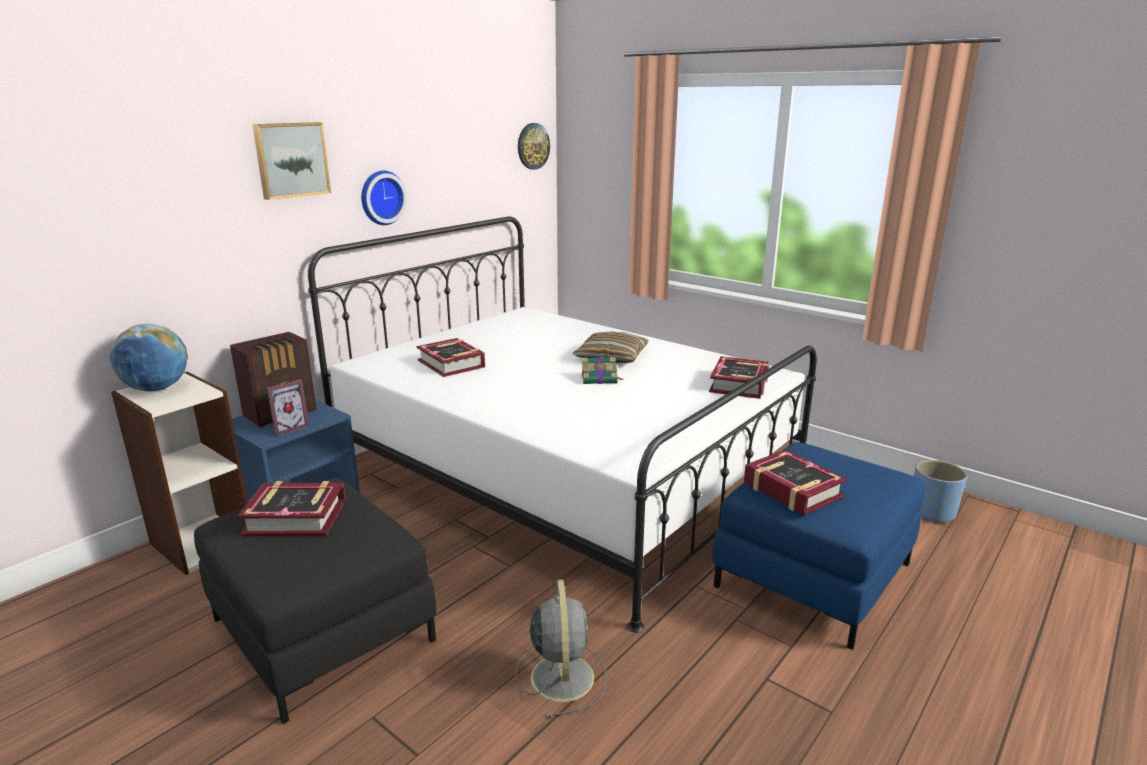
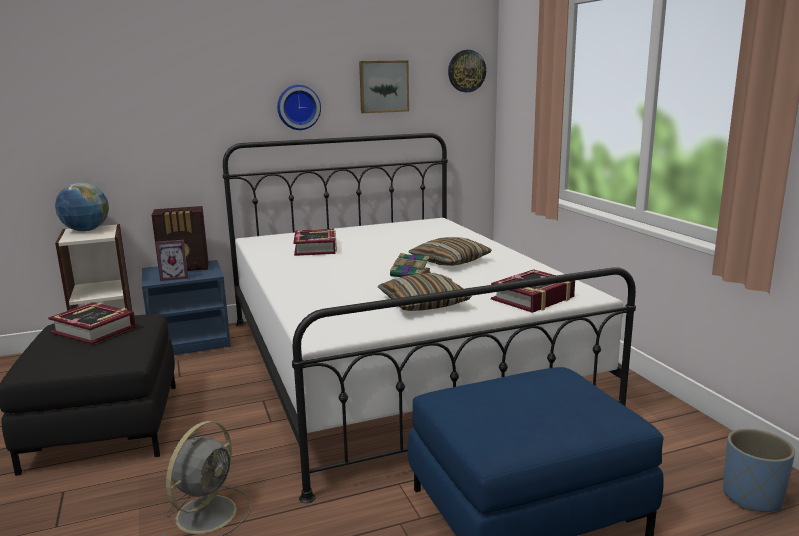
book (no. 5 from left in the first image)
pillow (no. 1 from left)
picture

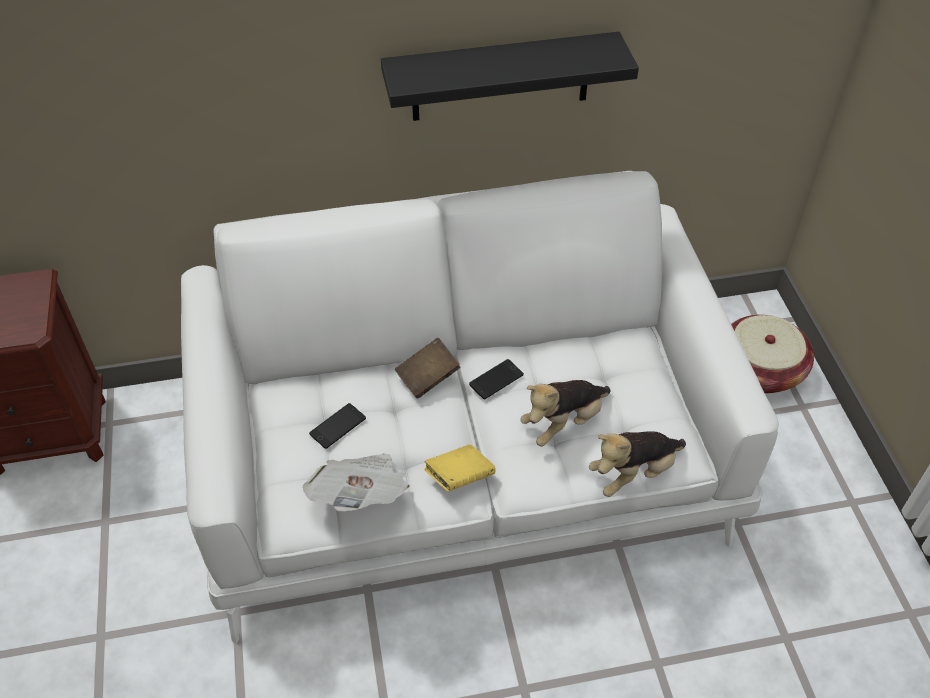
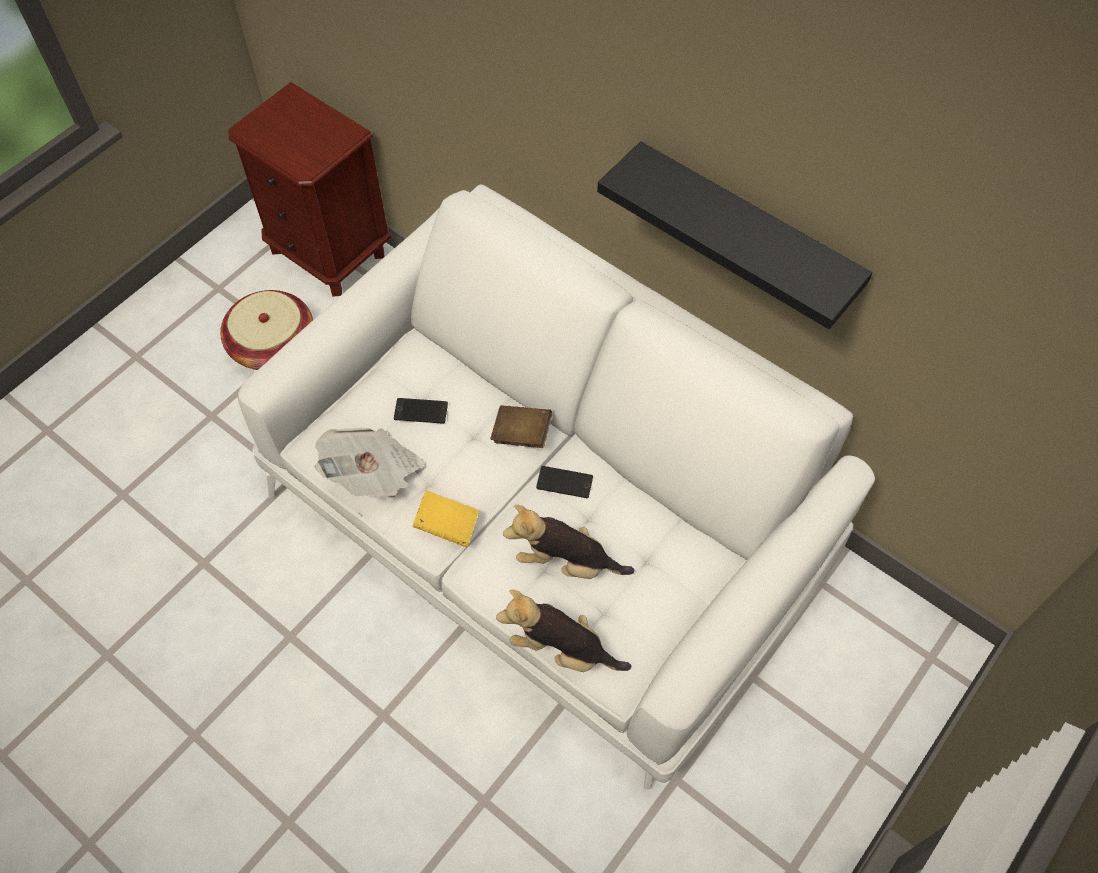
basket

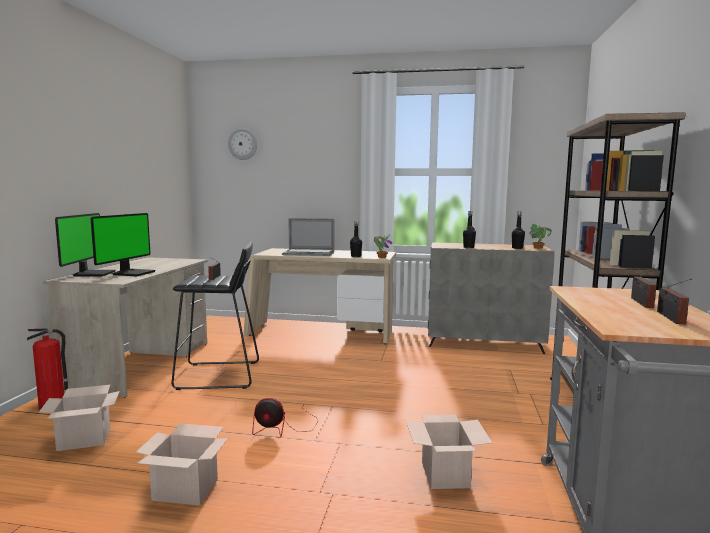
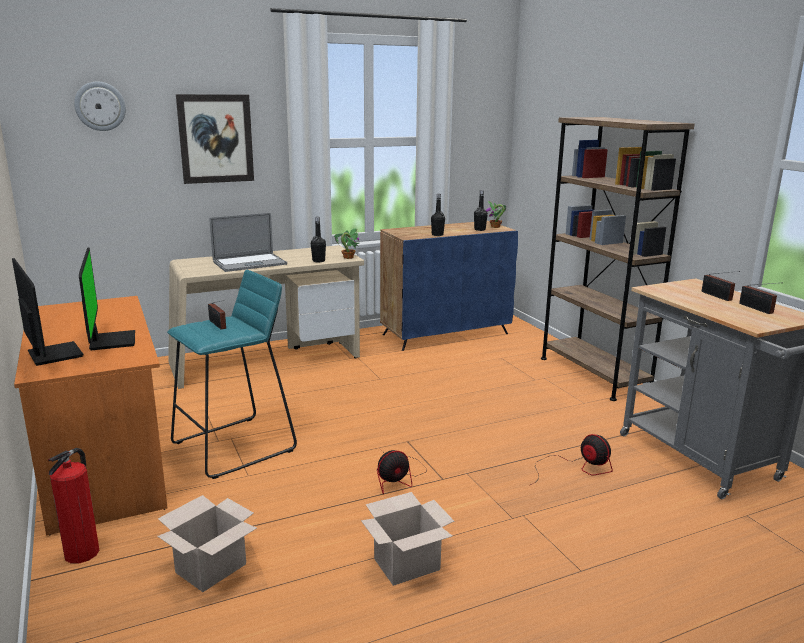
picture
fan (no. 2 from left)
desk (orange)
stool (turquoise)
cabinet (blue)

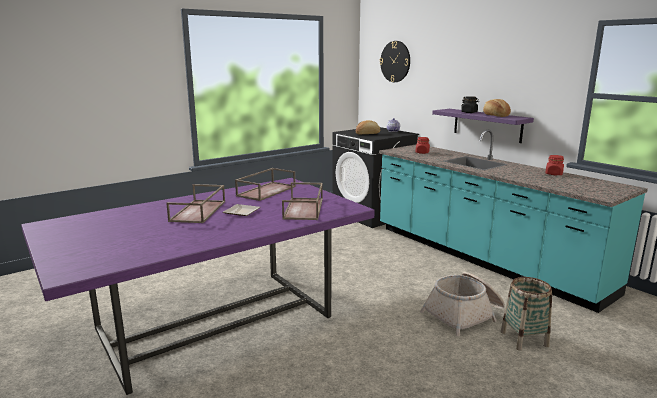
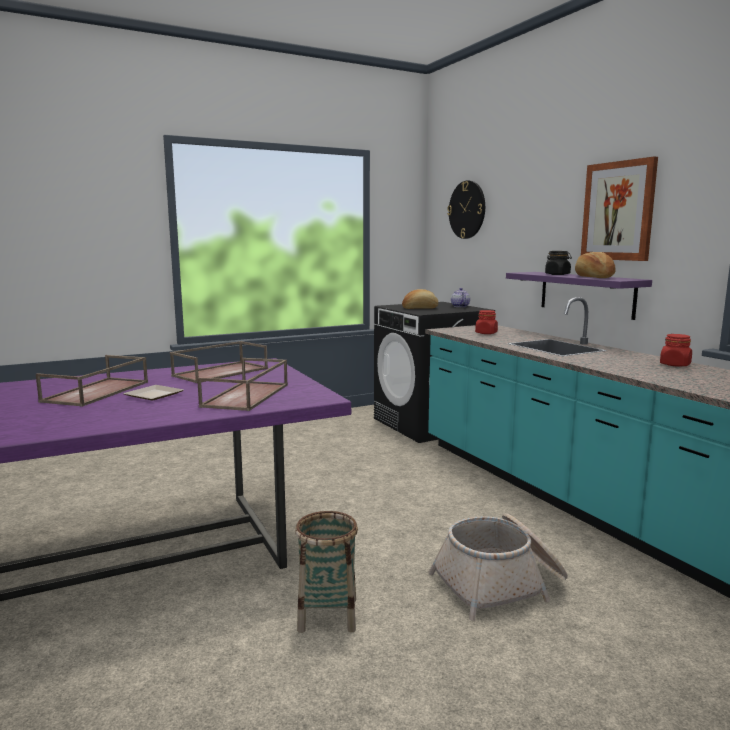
picture
basket (no. 1 from left)

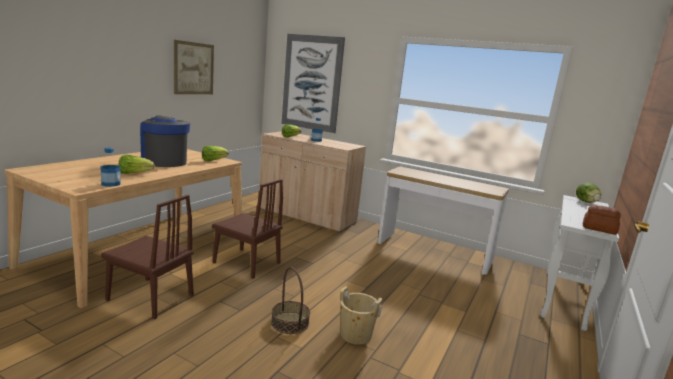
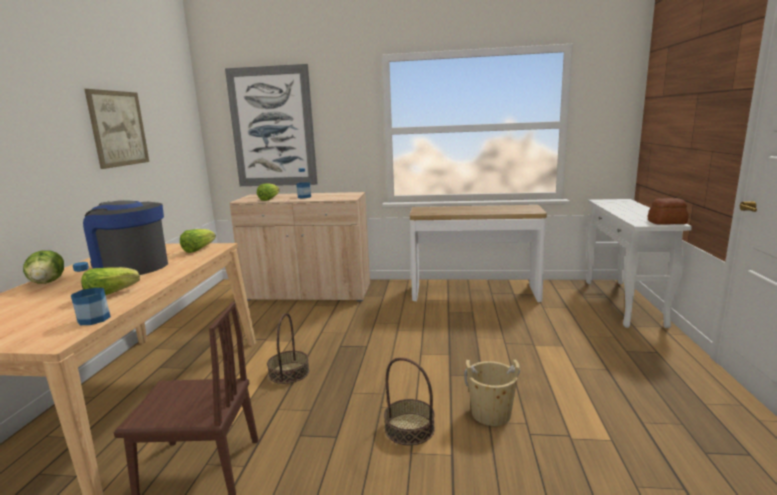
lettuce (no. 1 from left)
basket (no. 1 from left)

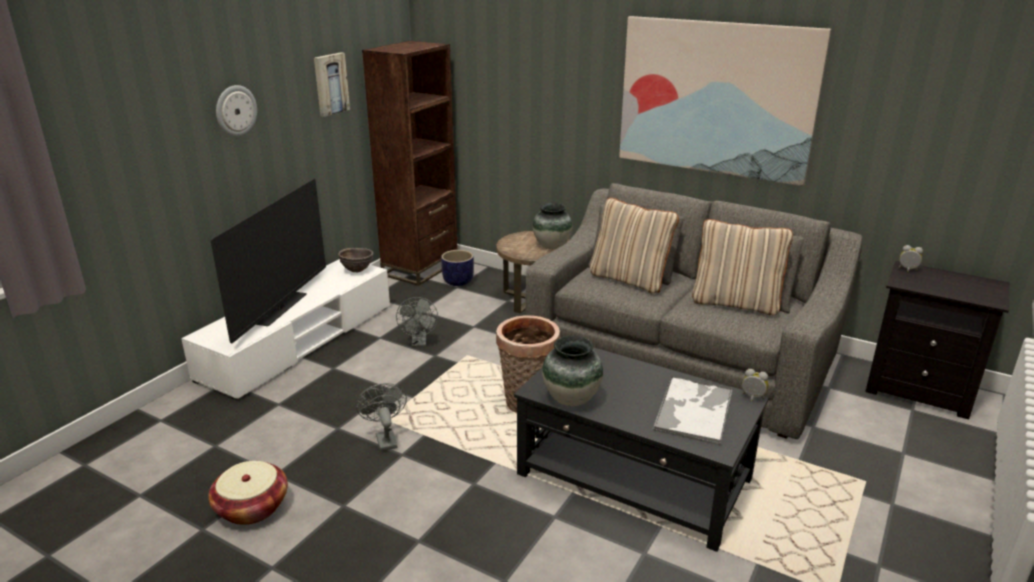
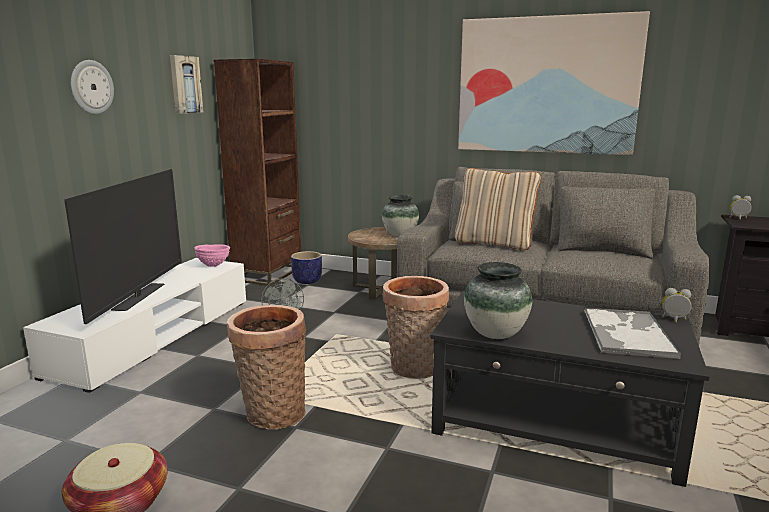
pillow (beige) (no. 2 from left in the first image)
basket (no. 2 from left)
bowl (pink)

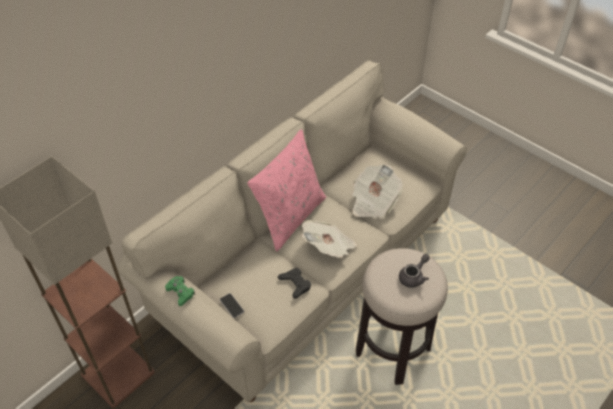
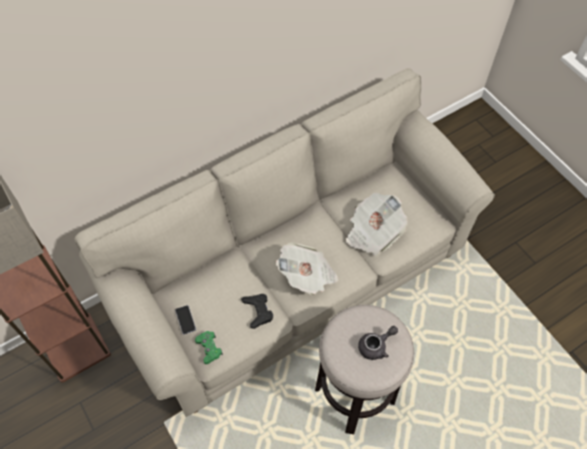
pillow (pink)
game controller (green)

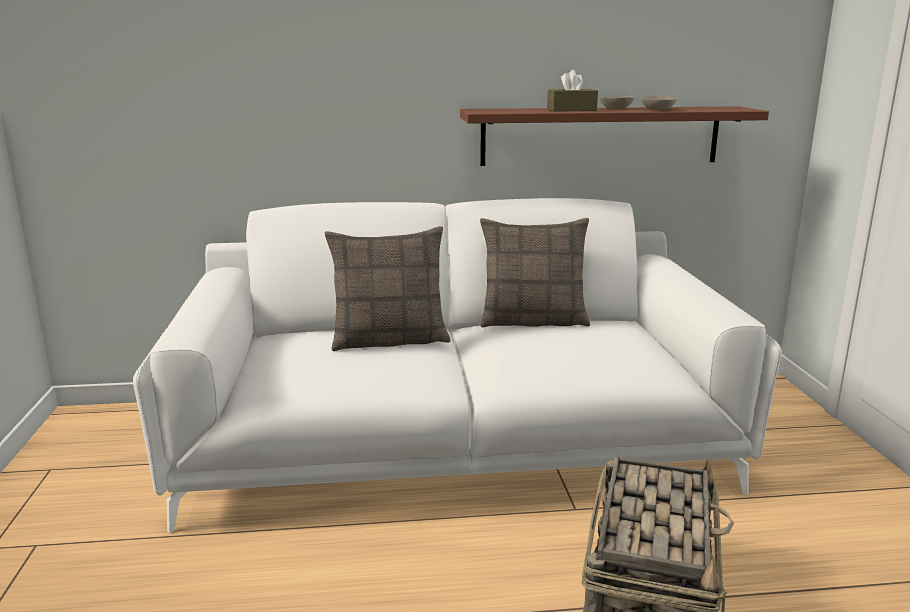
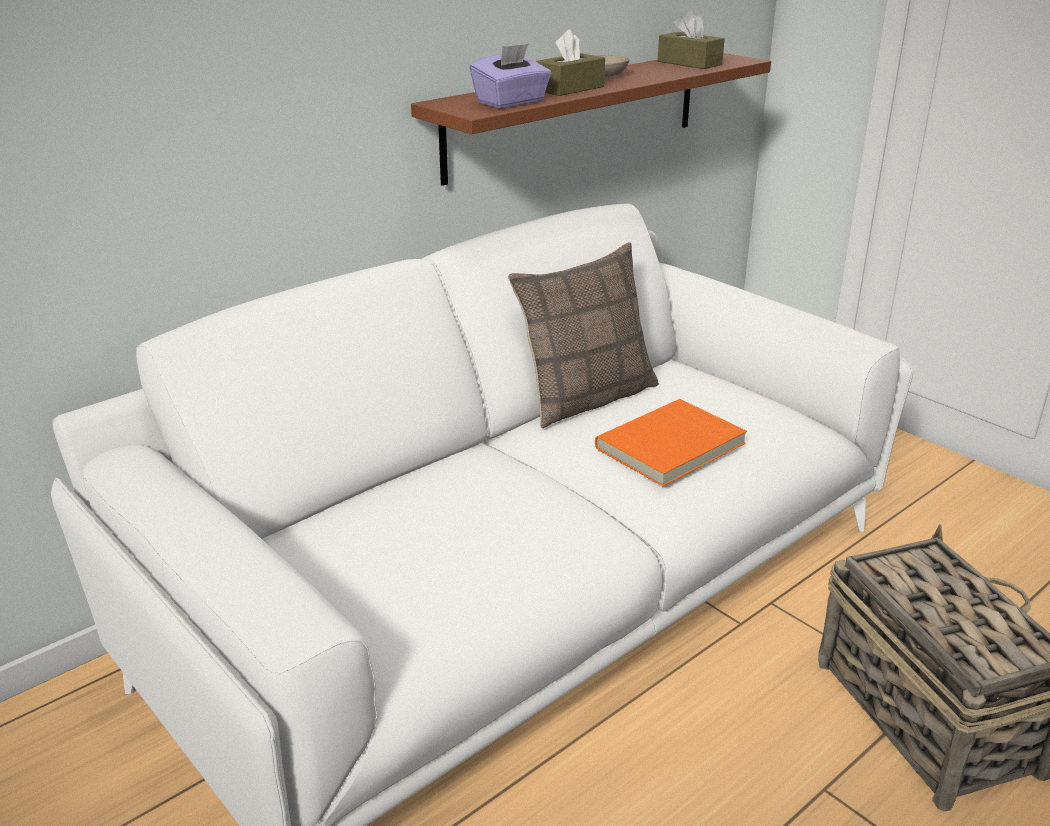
pillow (no. 1 from left in the first image)
bowl (beige) (no. 2 from left in the first image)
tissue box (purple)
book (orange)
tissue box (brown) (no. 2 from left)

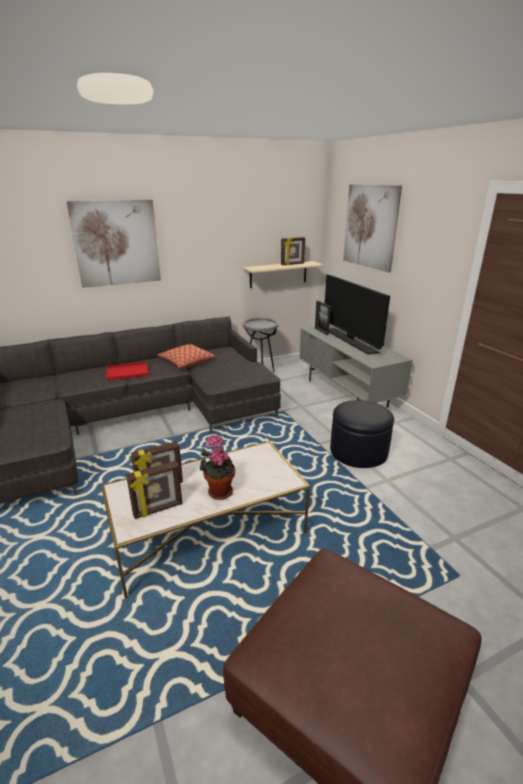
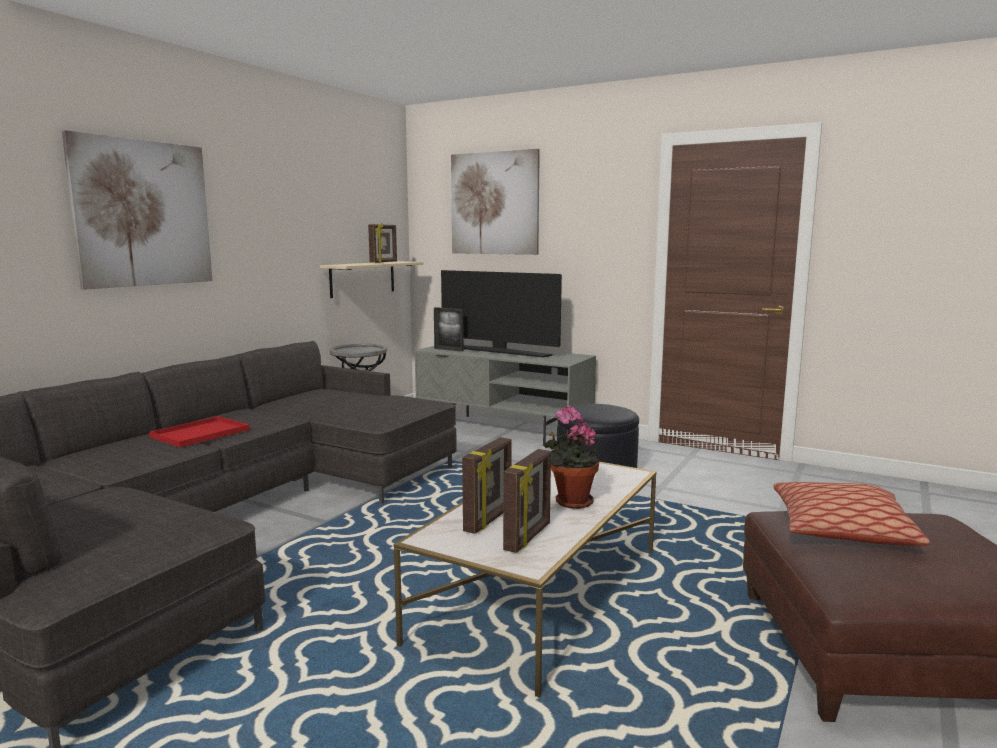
pillow

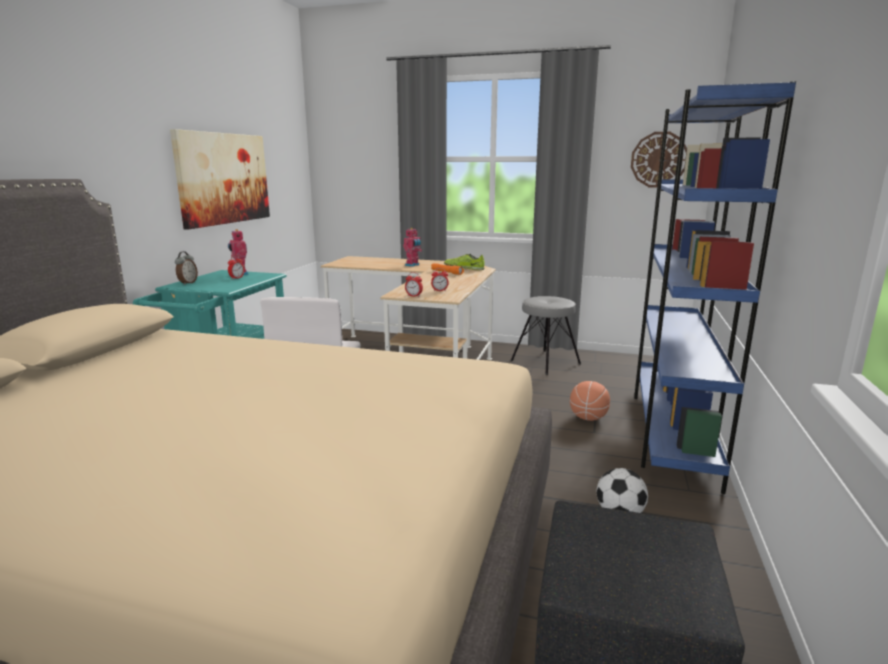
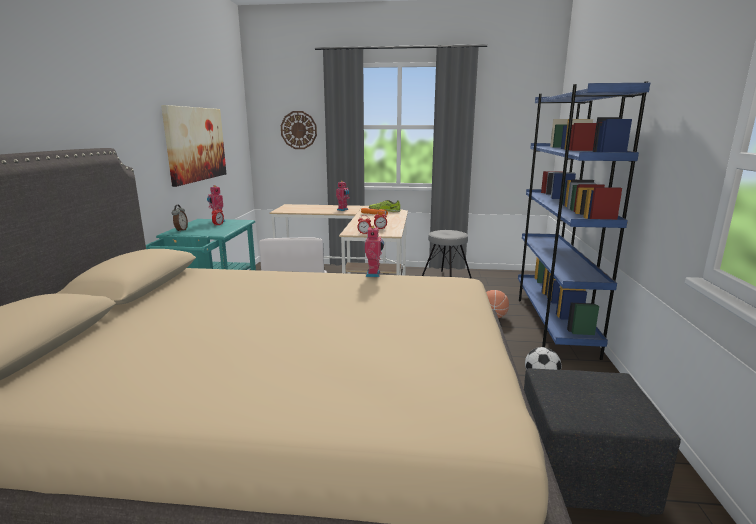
toy robot (no. 3 from left)
wall clock

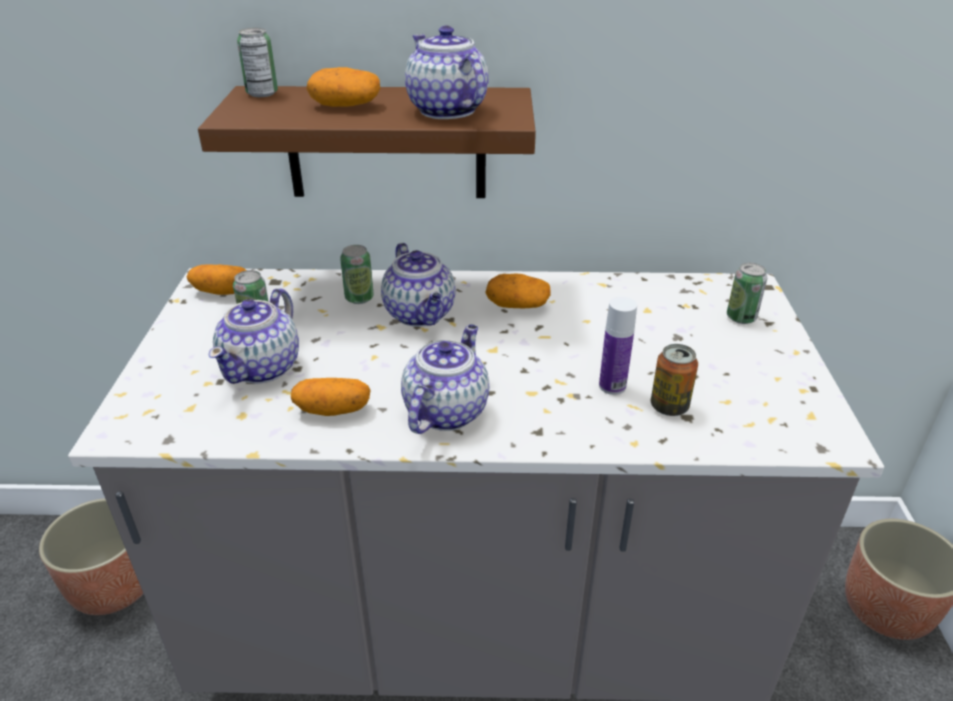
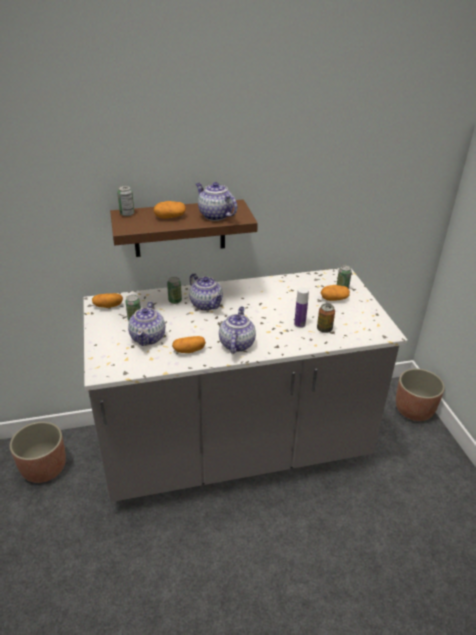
potato (no. 4 from left)

